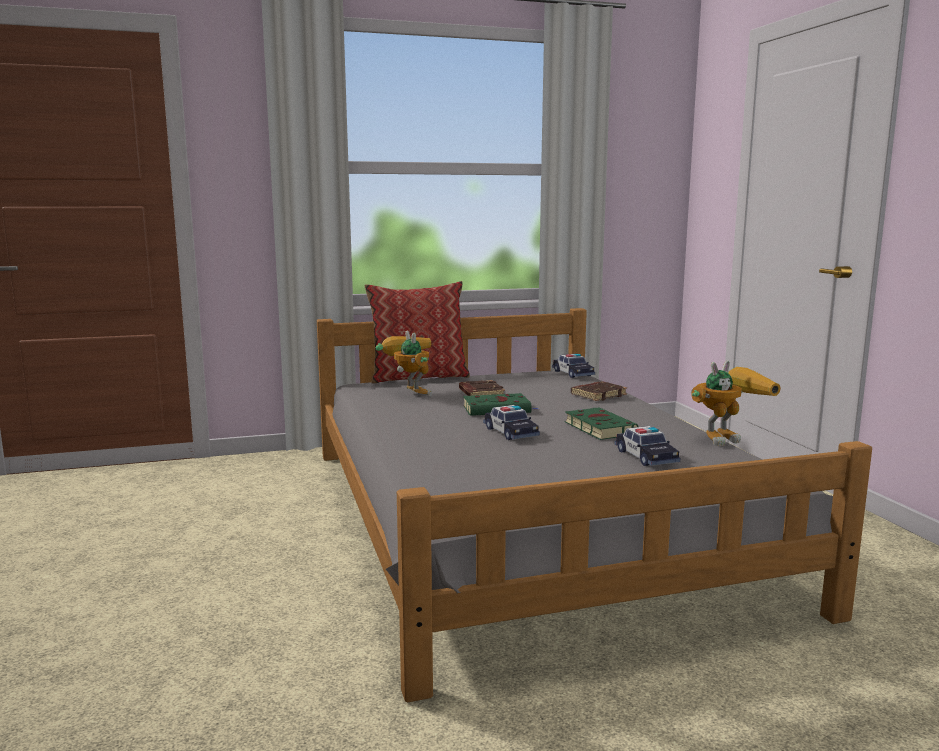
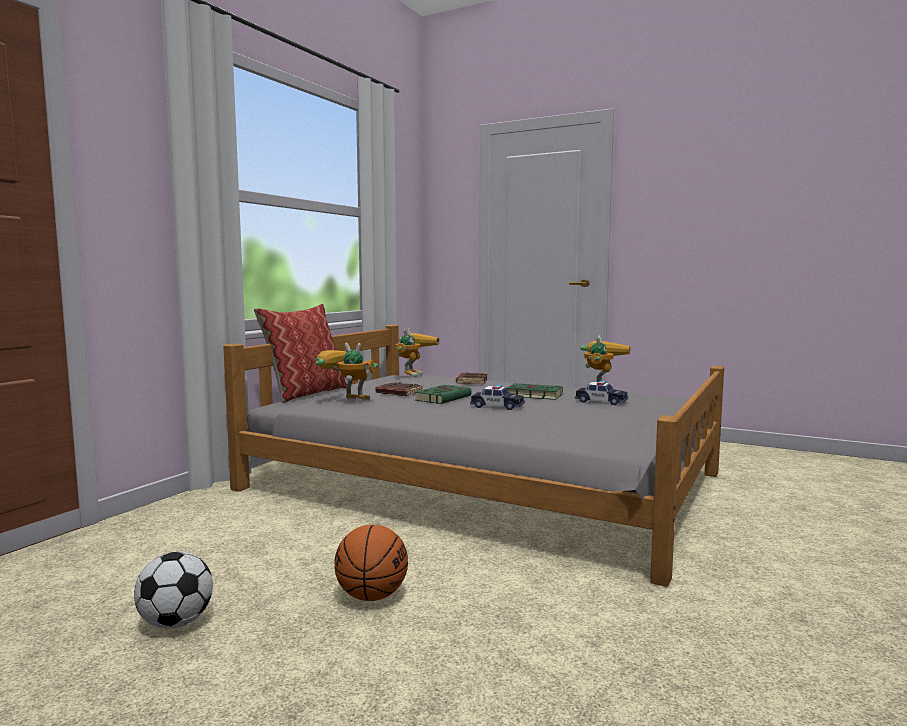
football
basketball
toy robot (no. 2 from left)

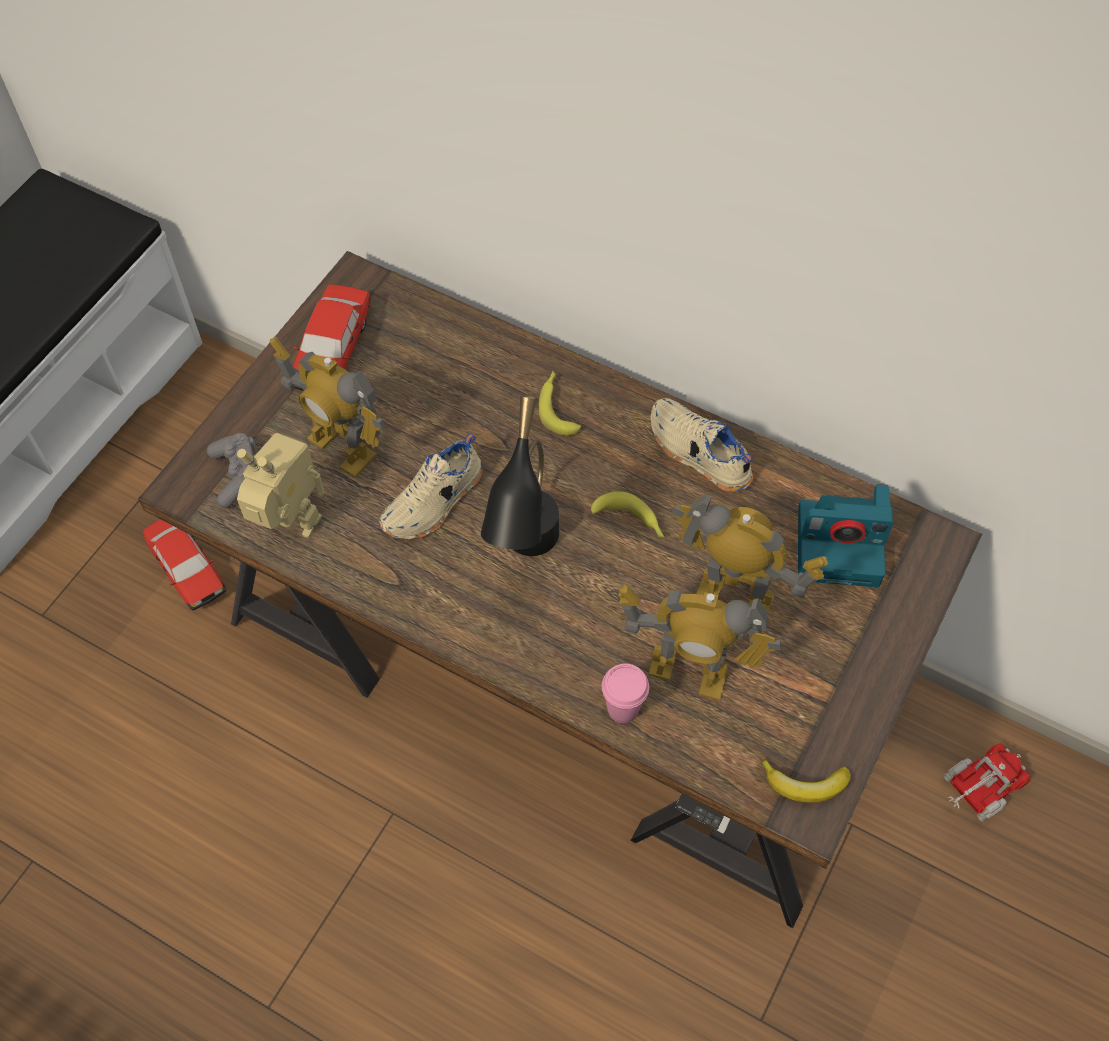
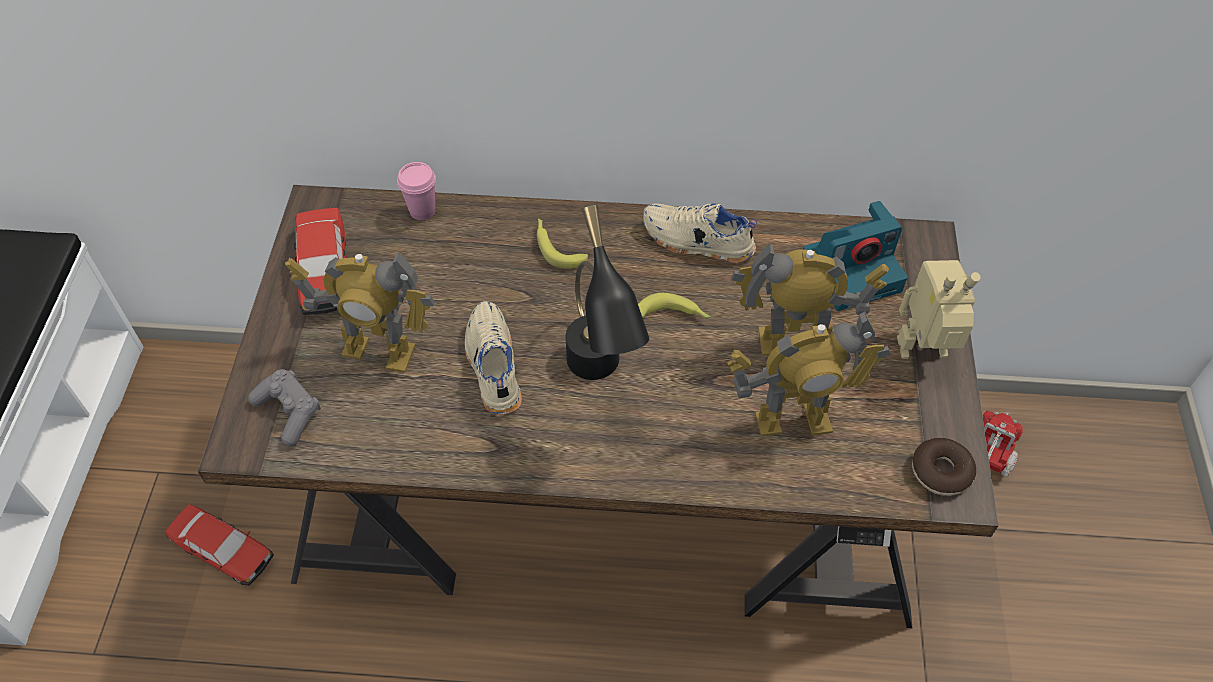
toy robot (no. 4 from left)
cup (pink)
donut
shoe (beige) (no. 1 from left)

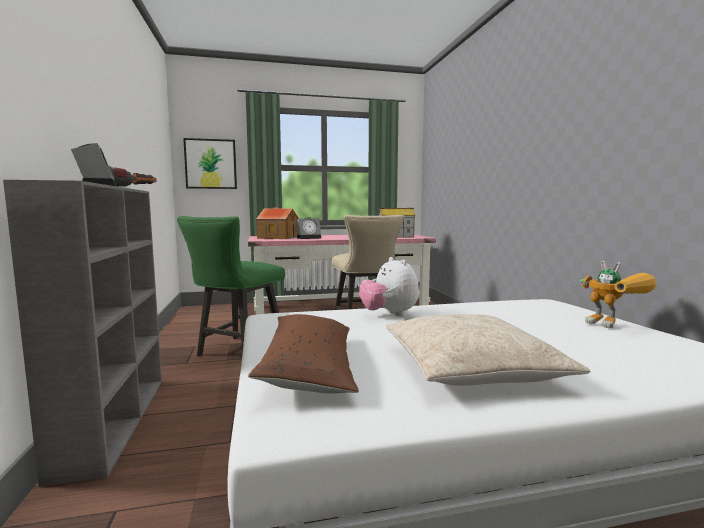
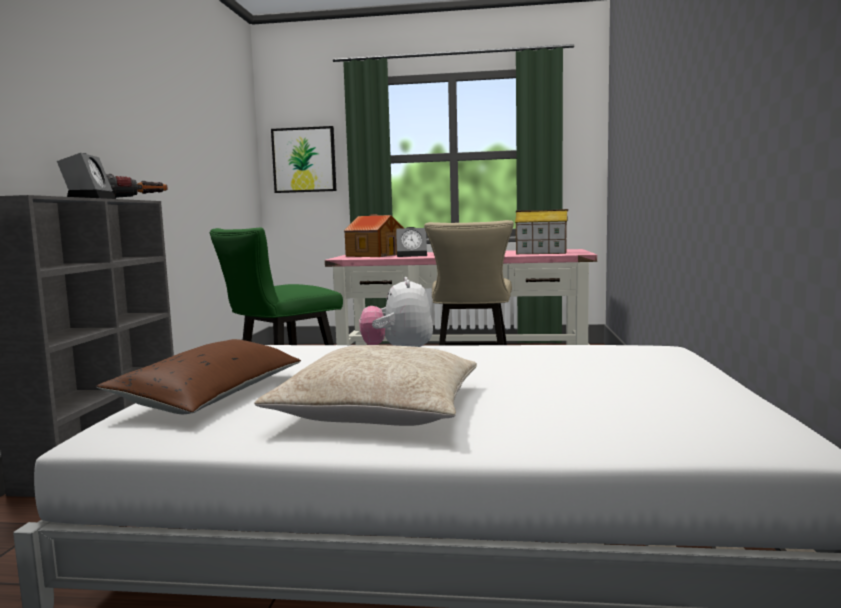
toy robot

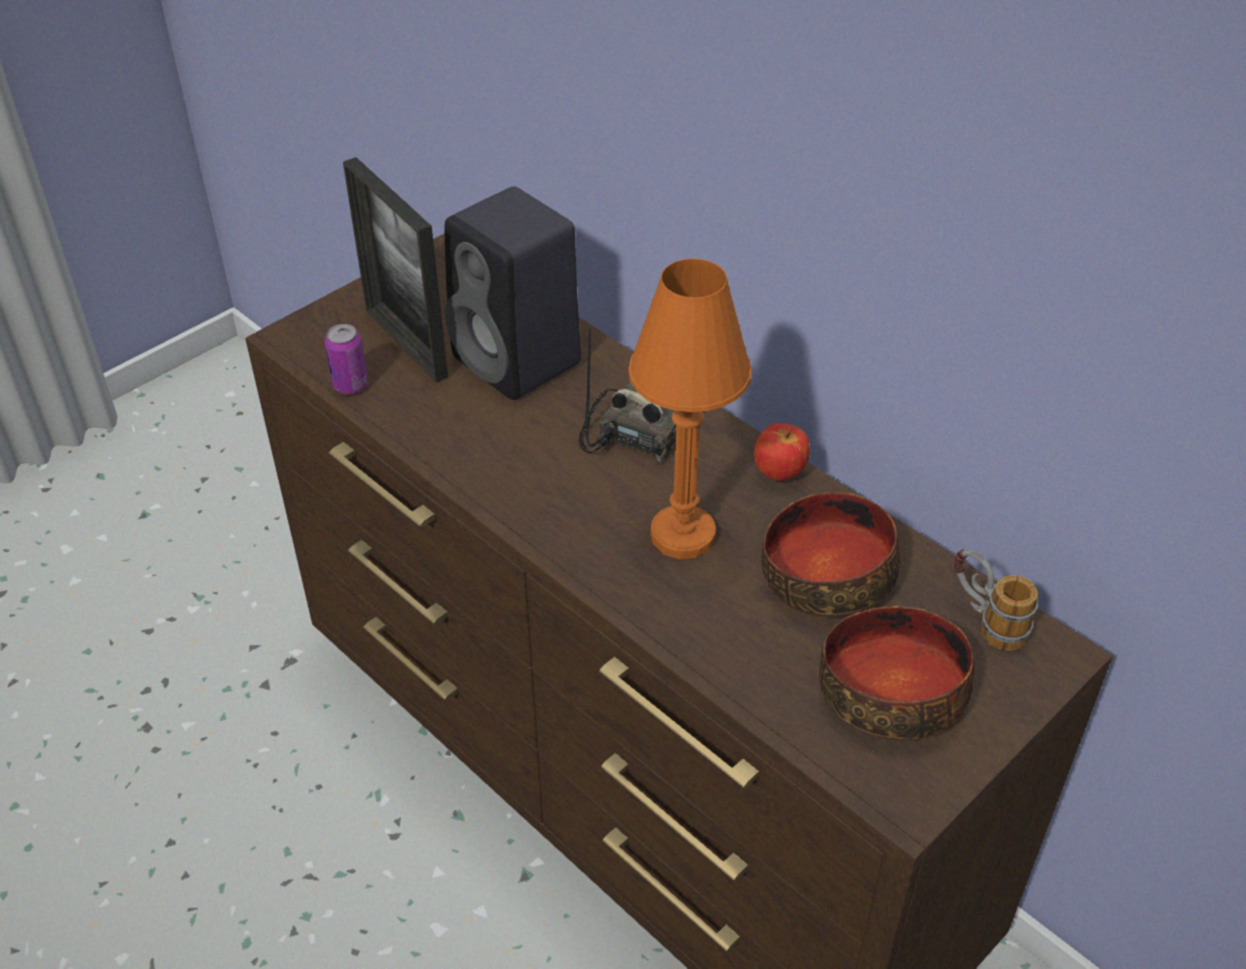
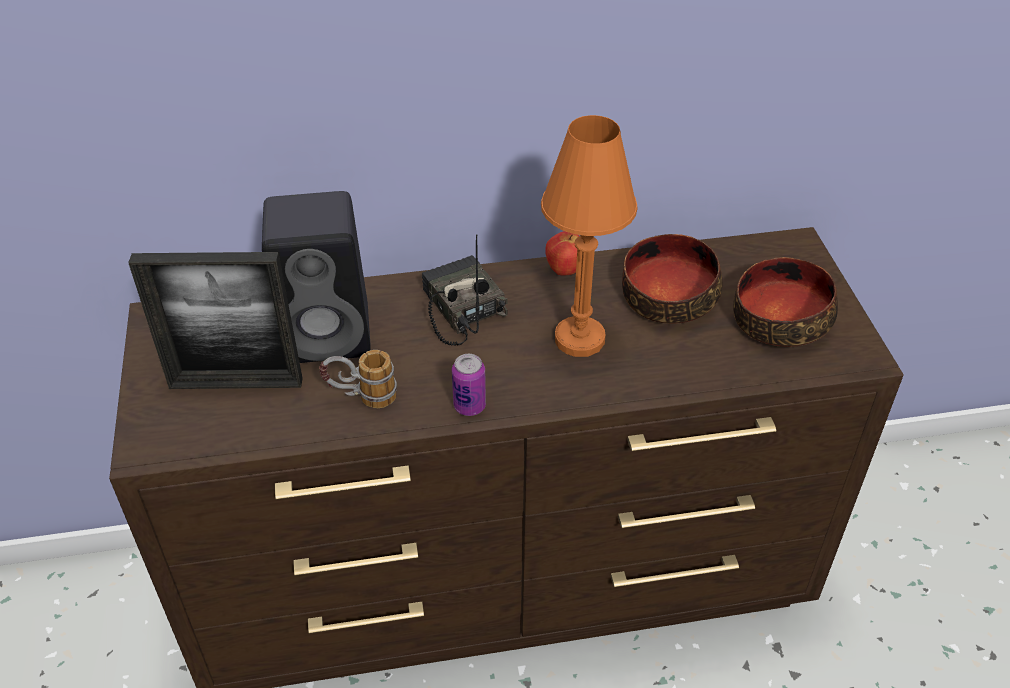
can
mug

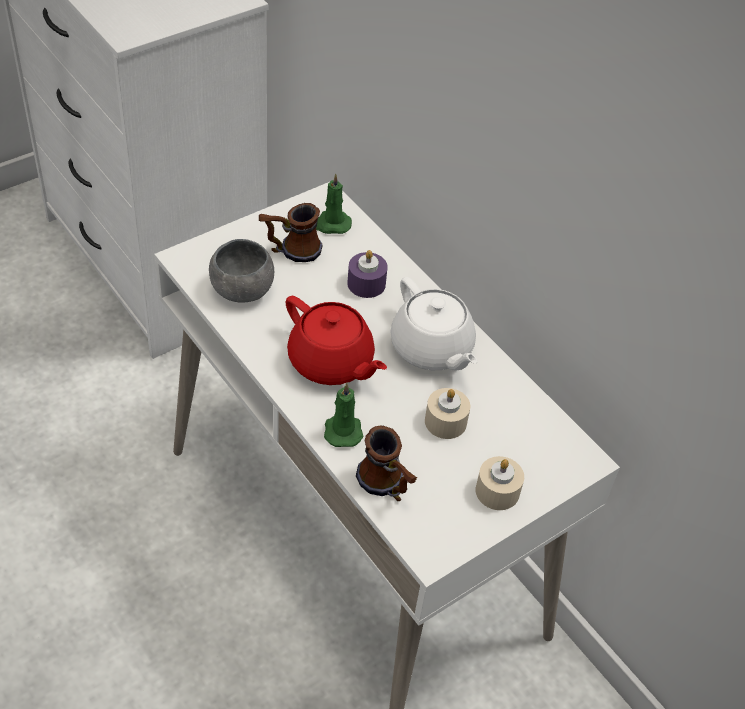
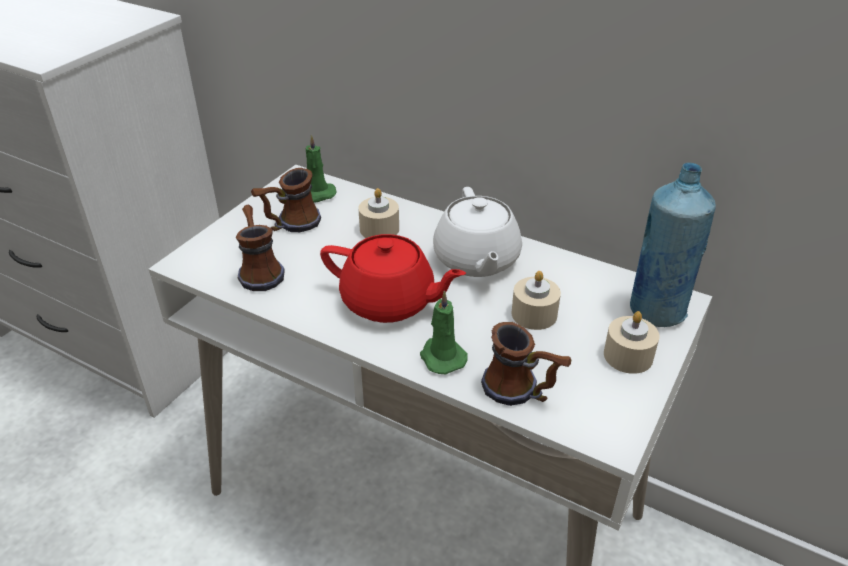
bottle (blue)
mug (no. 1 from left)
candle (beige) (no. 1 from left)
teapot (white)

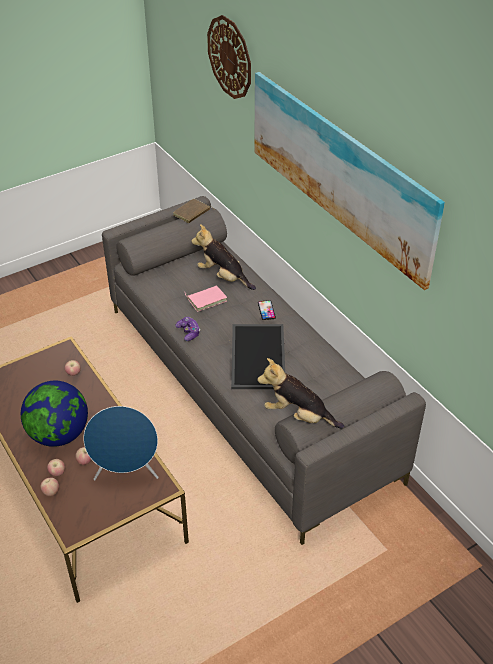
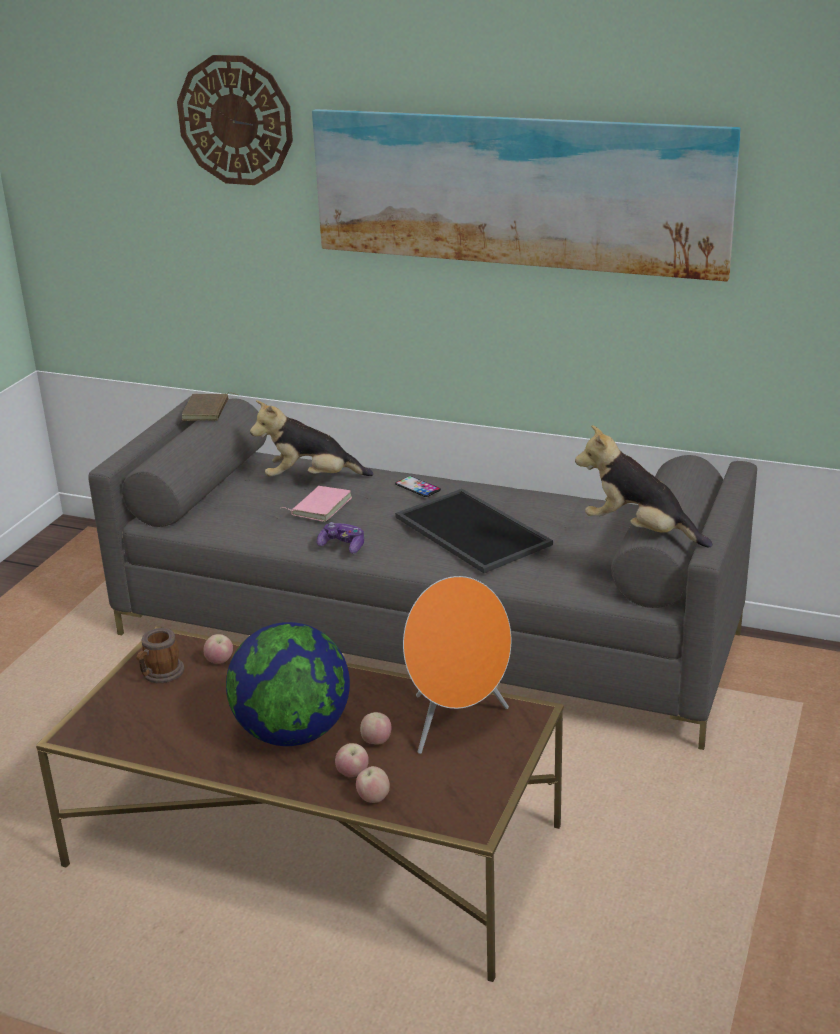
mug
speaker (orange)
plush toy (no. 2 from left)

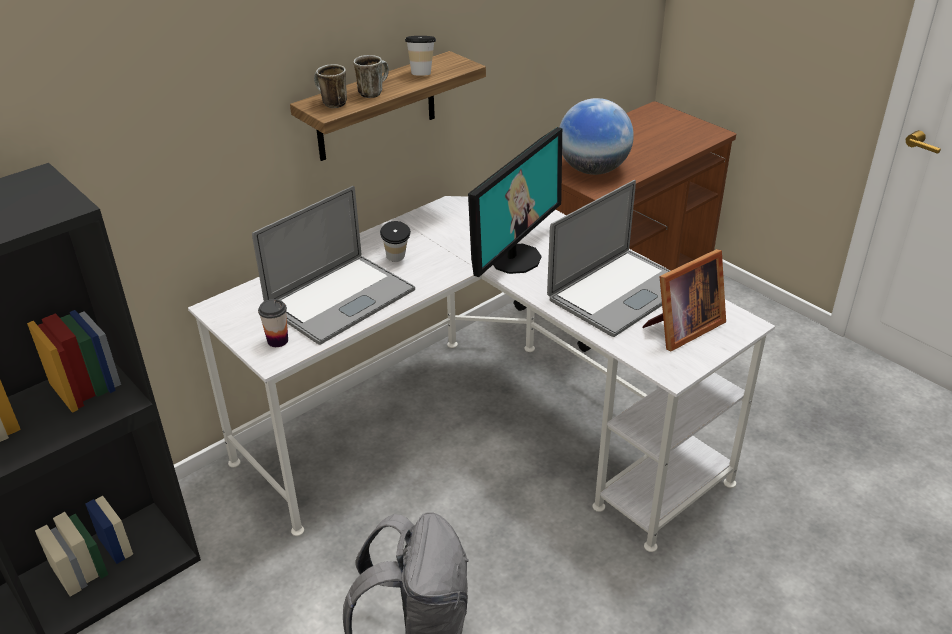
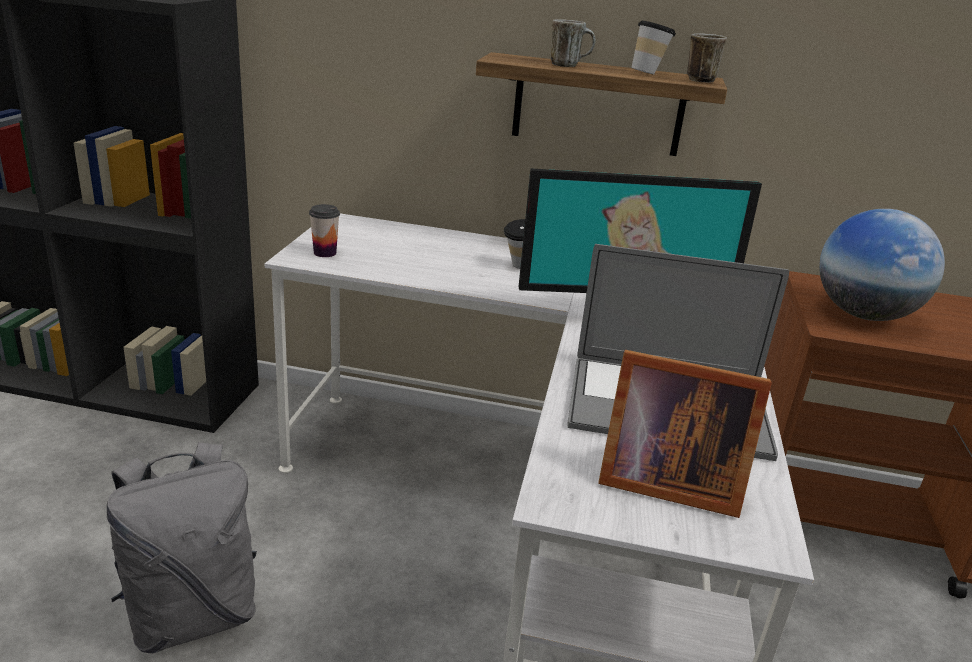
laptop (no. 1 from left in the first image)
mug (no. 2 from left)

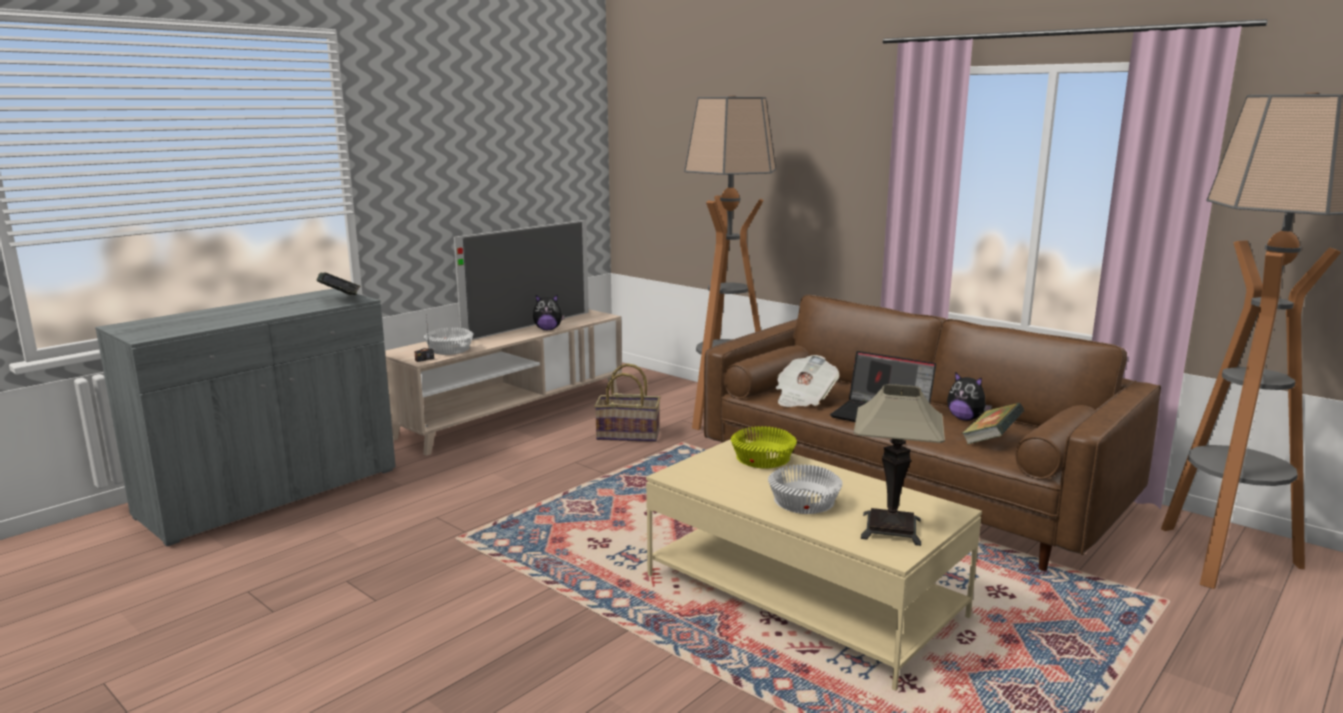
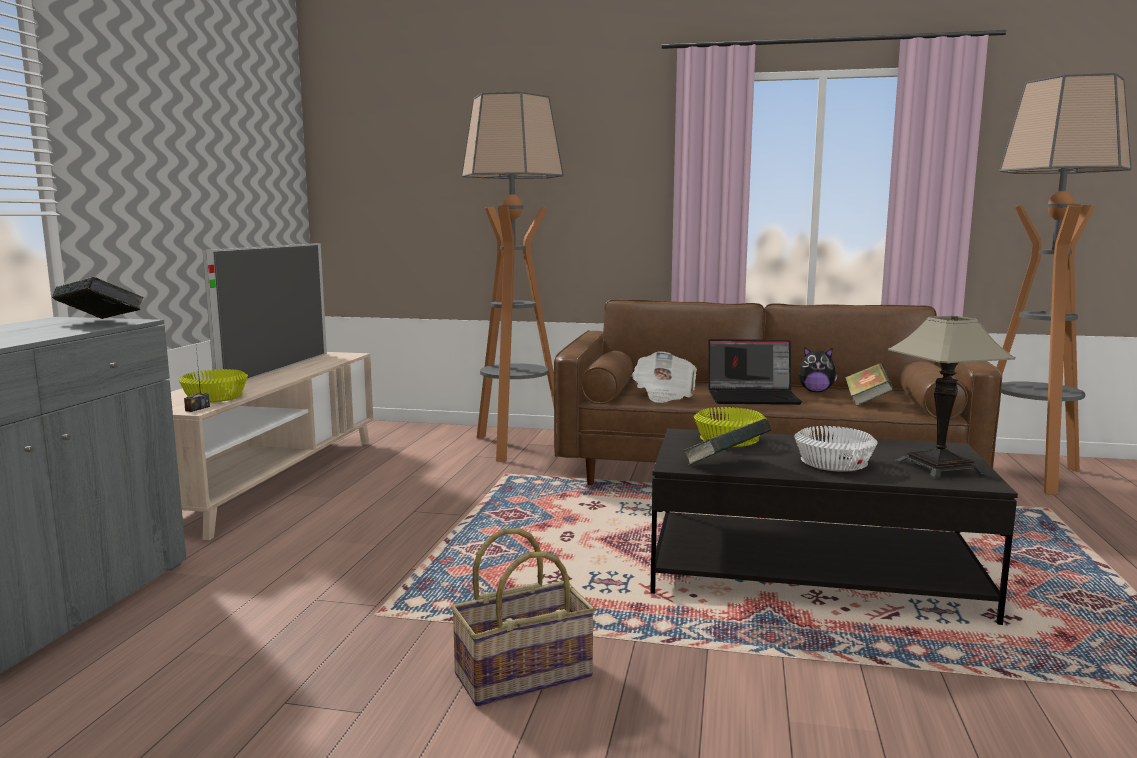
plush toy (no. 1 from left in the first image)
book (no. 2 from left)
basket
bowl (yellow) (no. 1 from left)
coffee table (black)

